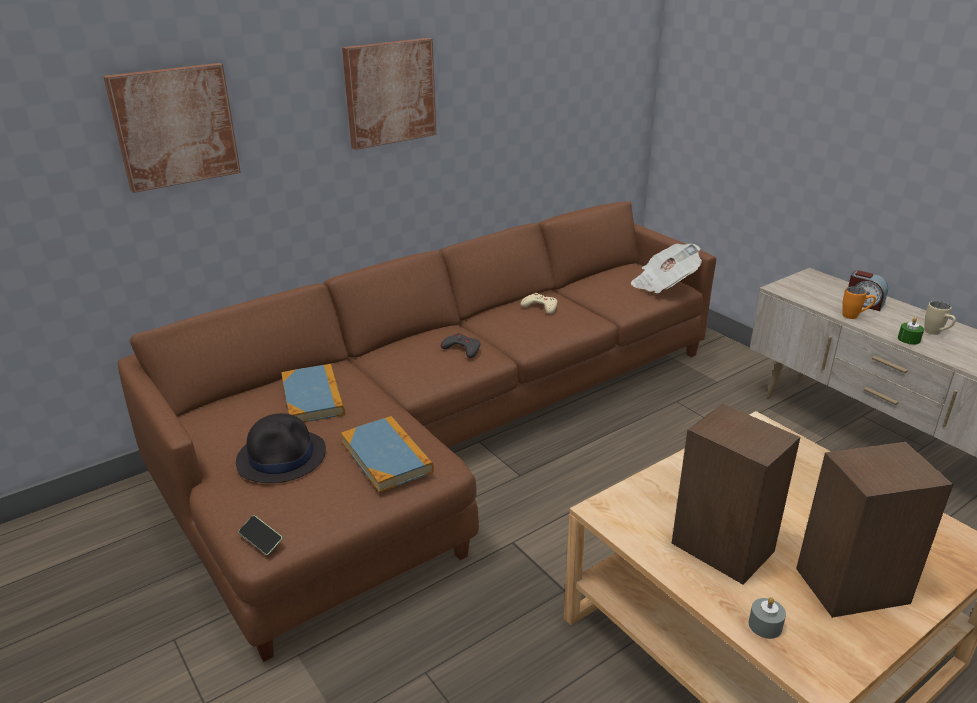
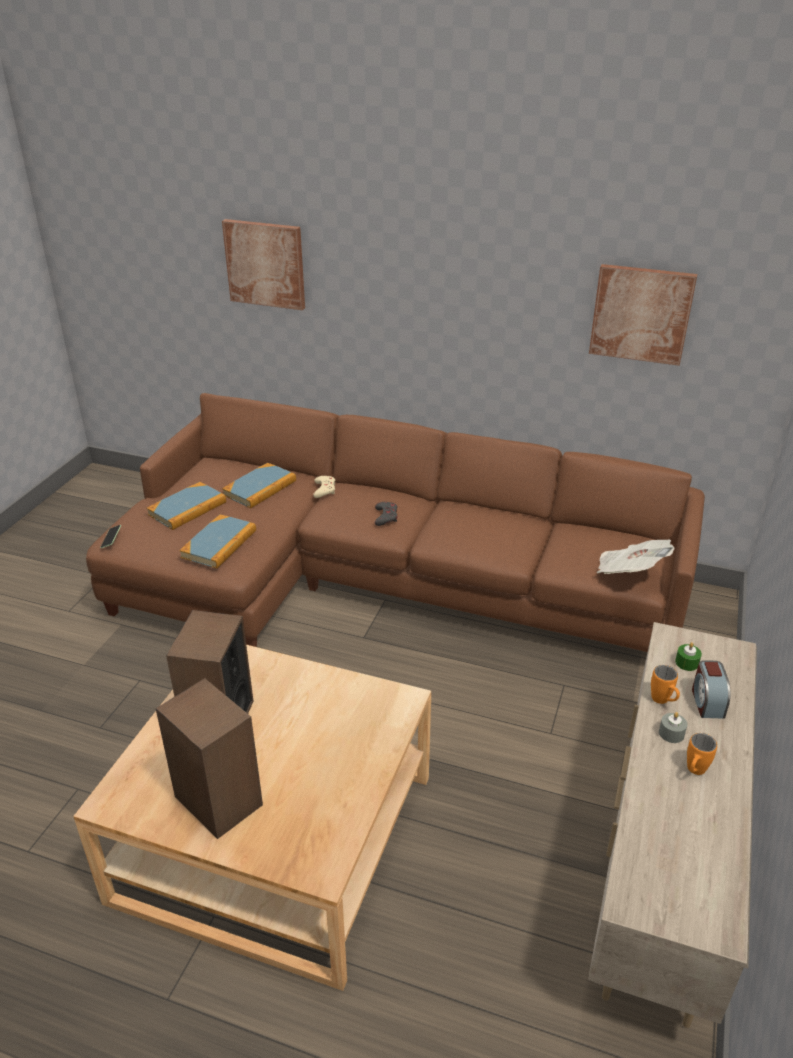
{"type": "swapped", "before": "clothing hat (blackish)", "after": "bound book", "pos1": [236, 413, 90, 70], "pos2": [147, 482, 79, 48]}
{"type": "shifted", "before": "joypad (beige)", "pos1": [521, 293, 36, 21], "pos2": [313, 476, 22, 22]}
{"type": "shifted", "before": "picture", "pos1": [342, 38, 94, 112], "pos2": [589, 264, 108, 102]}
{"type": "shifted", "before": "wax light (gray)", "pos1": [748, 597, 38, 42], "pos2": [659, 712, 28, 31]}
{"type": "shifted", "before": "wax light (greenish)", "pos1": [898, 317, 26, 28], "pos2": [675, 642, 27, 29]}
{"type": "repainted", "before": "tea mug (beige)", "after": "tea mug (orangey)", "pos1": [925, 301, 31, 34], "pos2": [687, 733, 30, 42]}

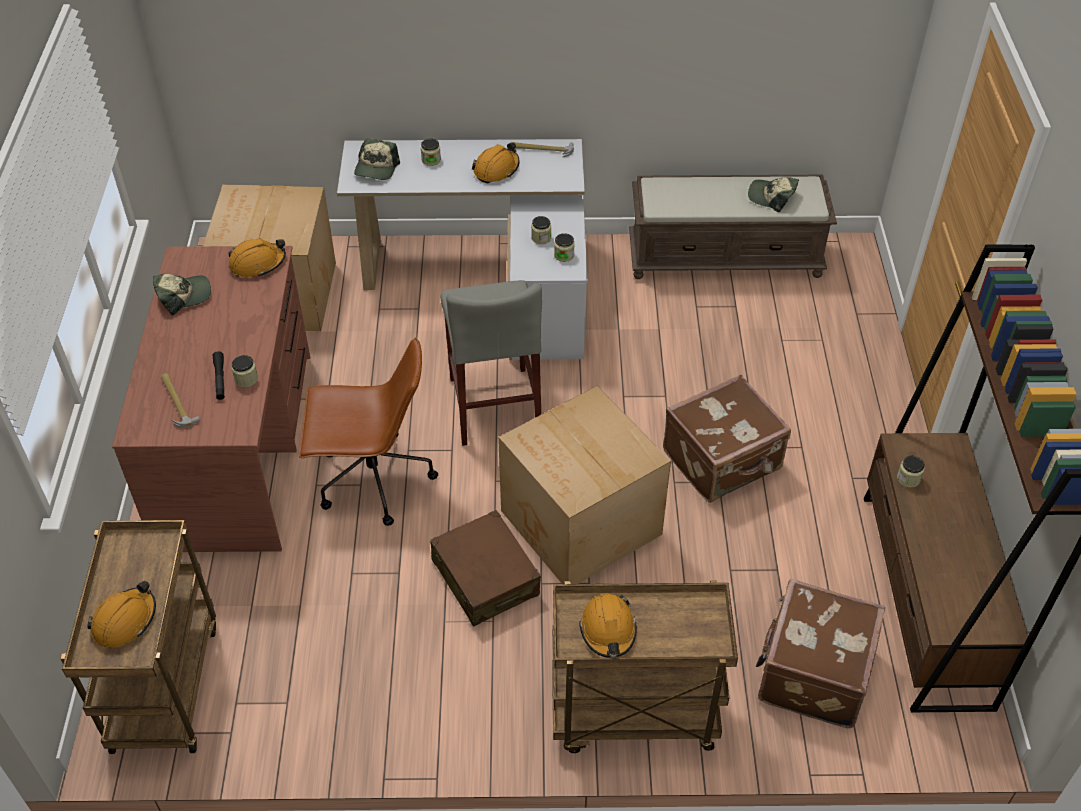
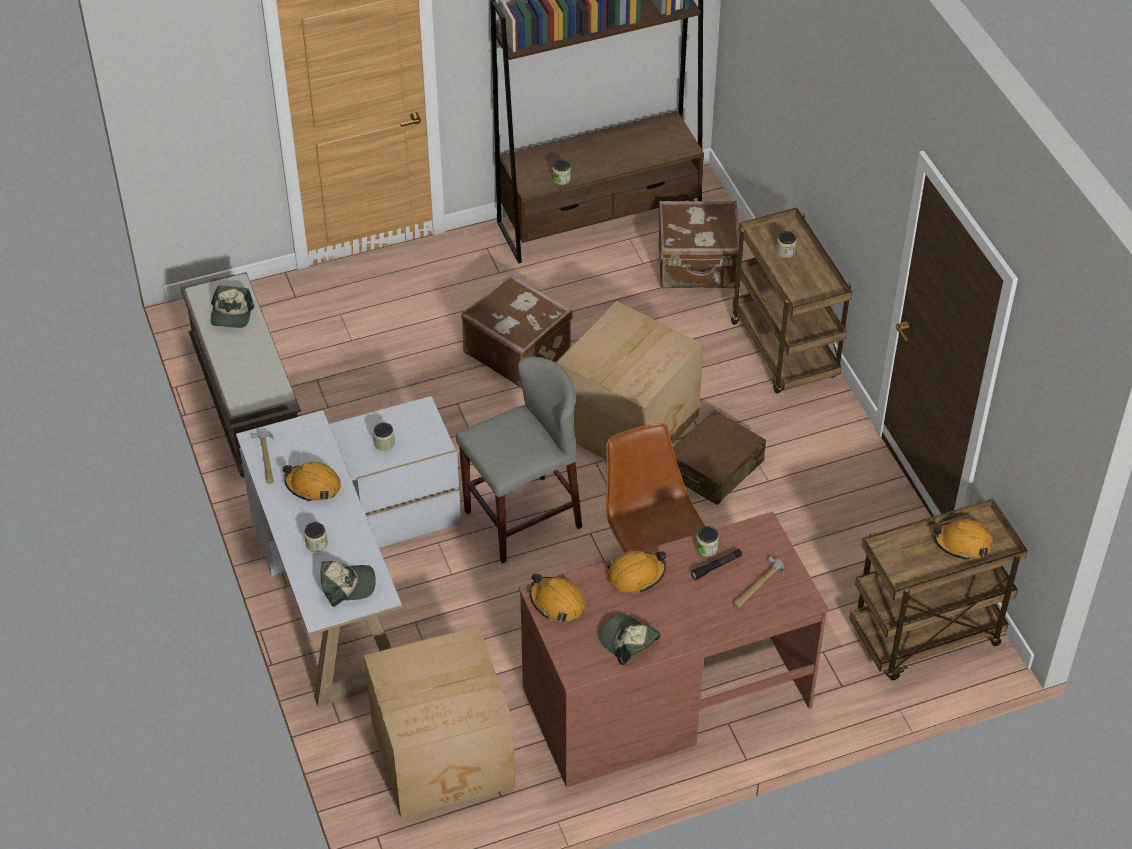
{"type": "shifted", "before": "safety helmet (orangey)", "pos1": [579, 593, 58, 64], "pos2": [607, 551, 60, 42]}
{"type": "shifted", "before": "jar", "pos1": [554, 233, 21, 29], "pos2": [776, 231, 21, 27]}

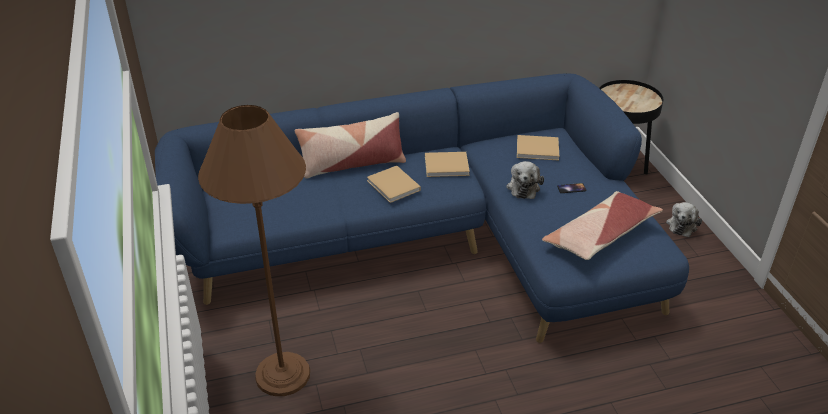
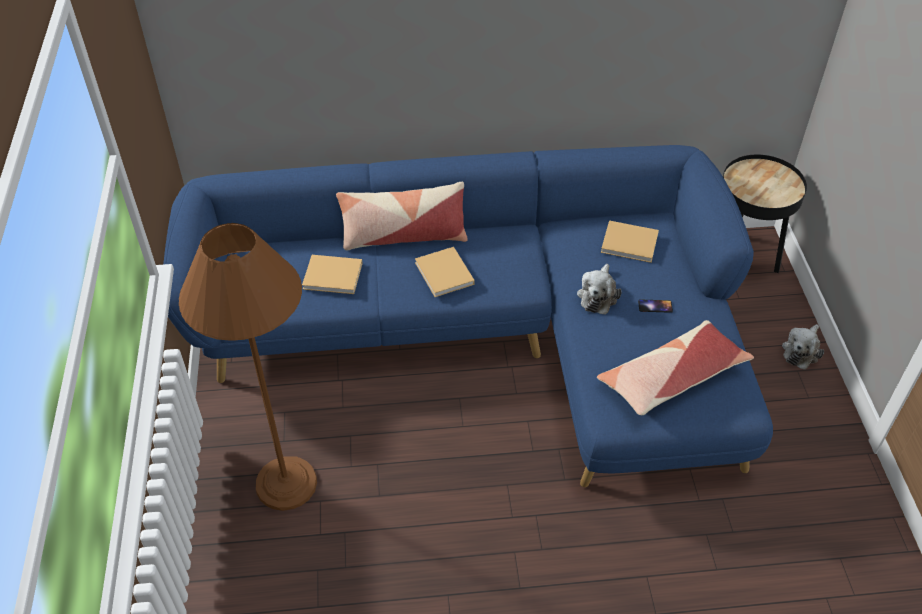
{"type": "shifted", "before": "bound book (beige)", "pos1": [425, 152, 45, 25], "pos2": [302, 255, 61, 39]}

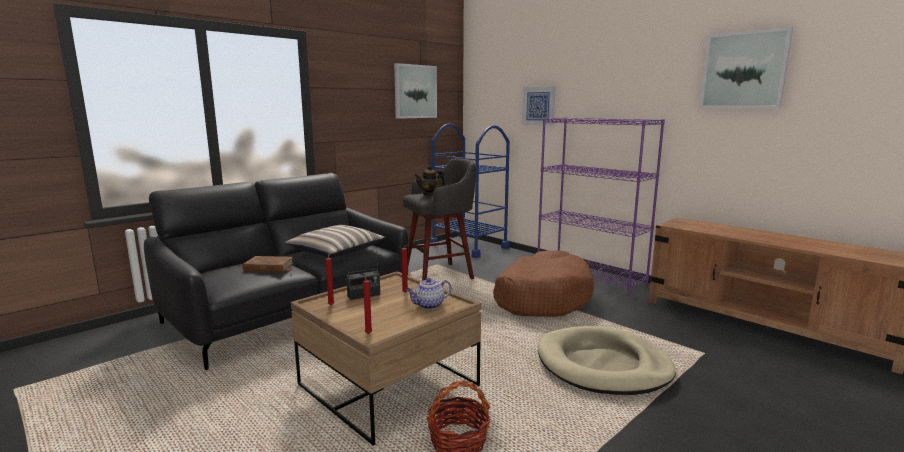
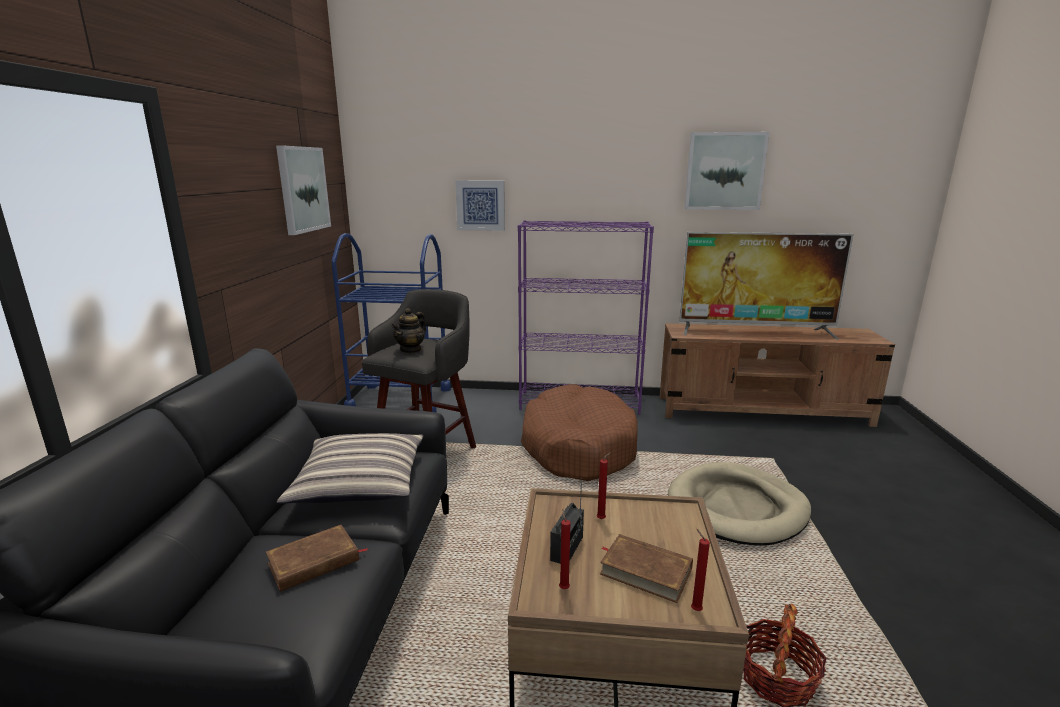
{"type": "new", "after": "bound book (brown-coloured)", "pos2": [600, 534, 93, 69]}
{"type": "new", "after": "TV set", "pos2": [679, 232, 174, 108]}
{"type": "gone", "before": "teapot", "pos1": [406, 278, 46, 31]}

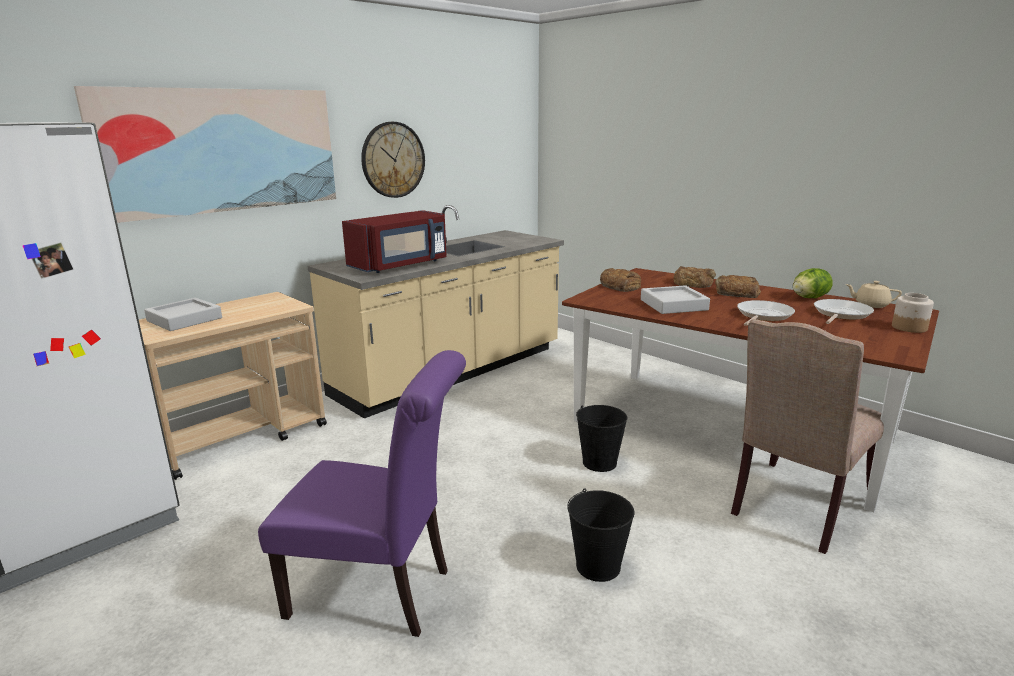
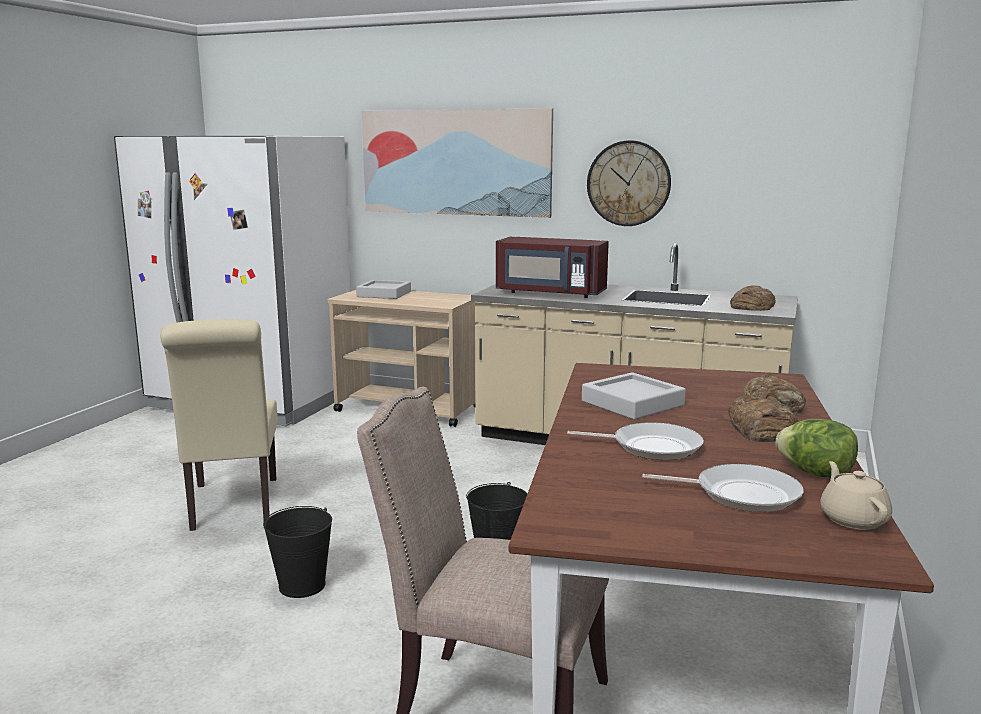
{"type": "repainted", "before": "plain chair (purplish)", "after": "plain chair (beige)", "pos1": [258, 350, 208, 287], "pos2": [160, 319, 118, 212]}
{"type": "shifted", "before": "bread", "pos1": [600, 268, 41, 24], "pos2": [730, 286, 46, 25]}
{"type": "gone", "before": "jar", "pos1": [892, 293, 42, 40]}

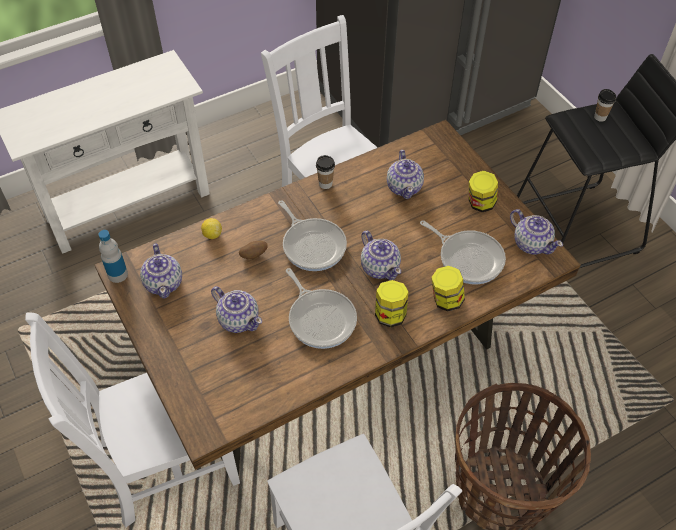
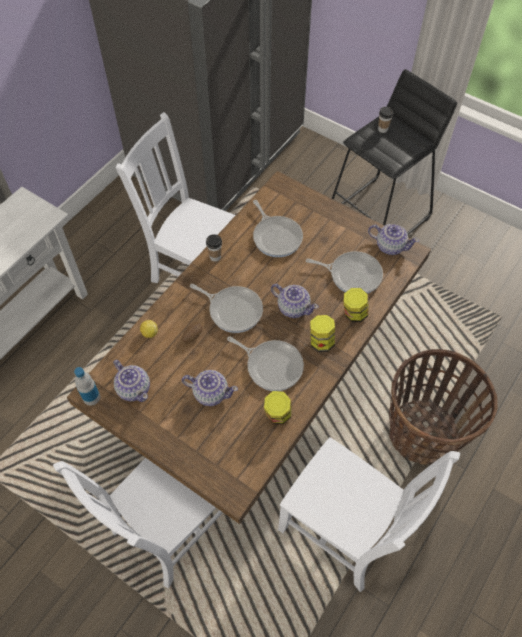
{"type": "swapped", "before": "teapot", "after": "pan", "pos1": [387, 150, 37, 49], "pos2": [253, 200, 50, 57]}
{"type": "shifted", "before": "jar", "pos1": [469, 171, 29, 41], "pos2": [264, 391, 28, 33]}

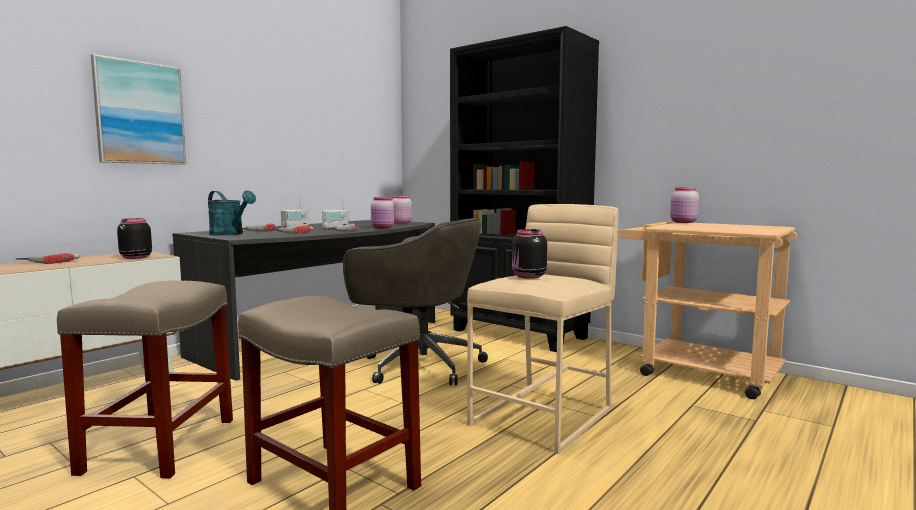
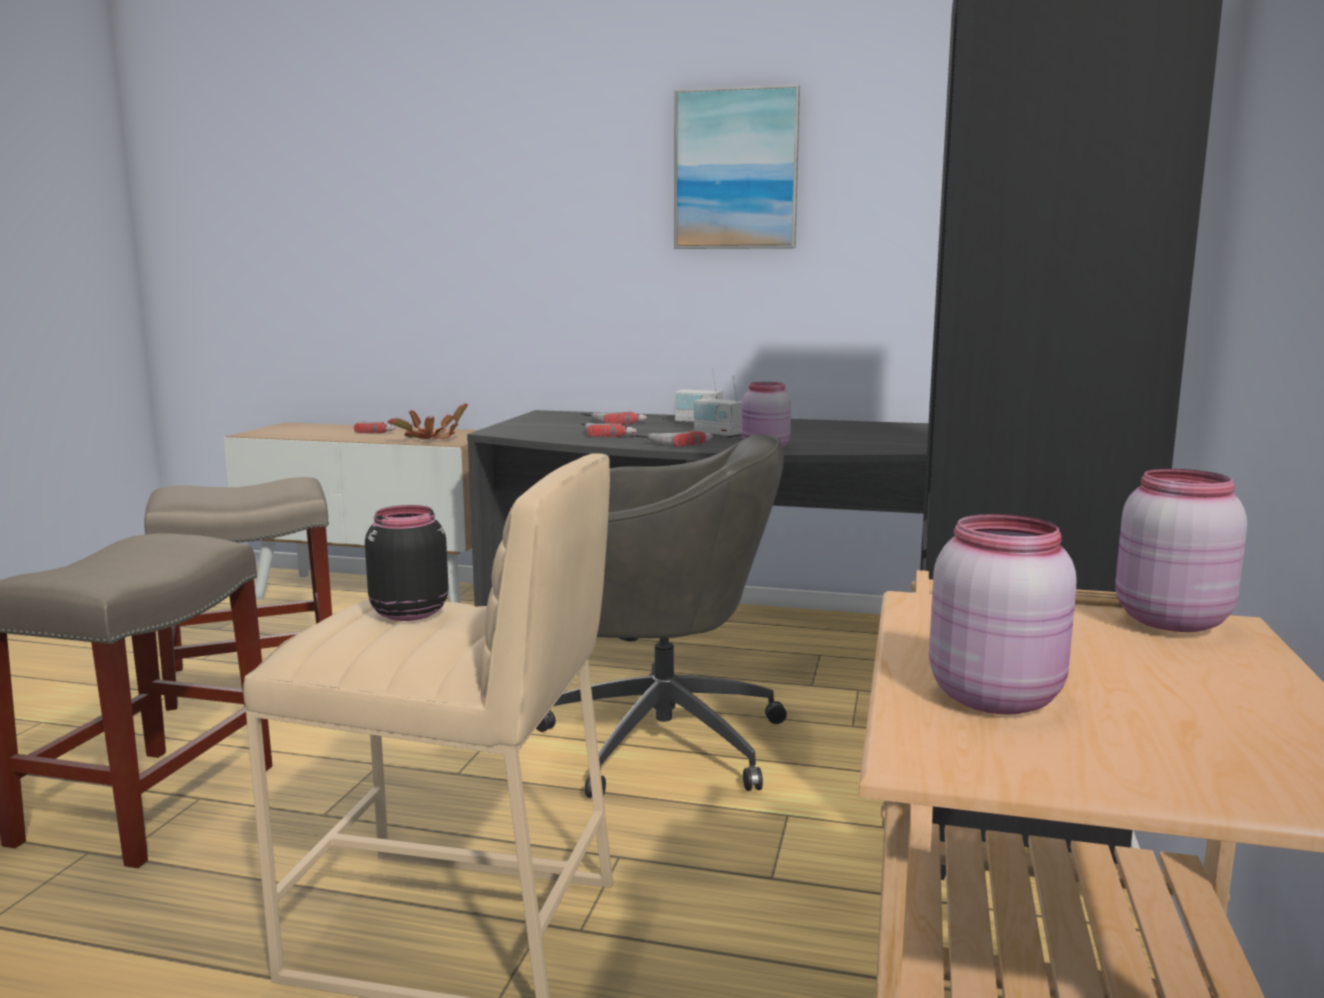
{"type": "swapped", "before": "jar (blackish)", "after": "houseplant", "pos1": [117, 218, 35, 41], "pos2": [388, 404, 80, 35]}
{"type": "rotated", "before": "office chair (gray)", "pos1": [343, 218, 145, 168], "pos2": [536, 434, 251, 364], "turn": -75}
{"type": "shifted", "before": "picture", "pos1": [91, 54, 95, 111], "pos2": [674, 85, 126, 164]}
{"type": "shifted", "before": "jar (pinkish)", "pos1": [392, 195, 20, 29], "pos2": [929, 514, 148, 201]}
{"type": "gone", "before": "watering can (blue-green)", "pos1": [208, 191, 48, 45]}

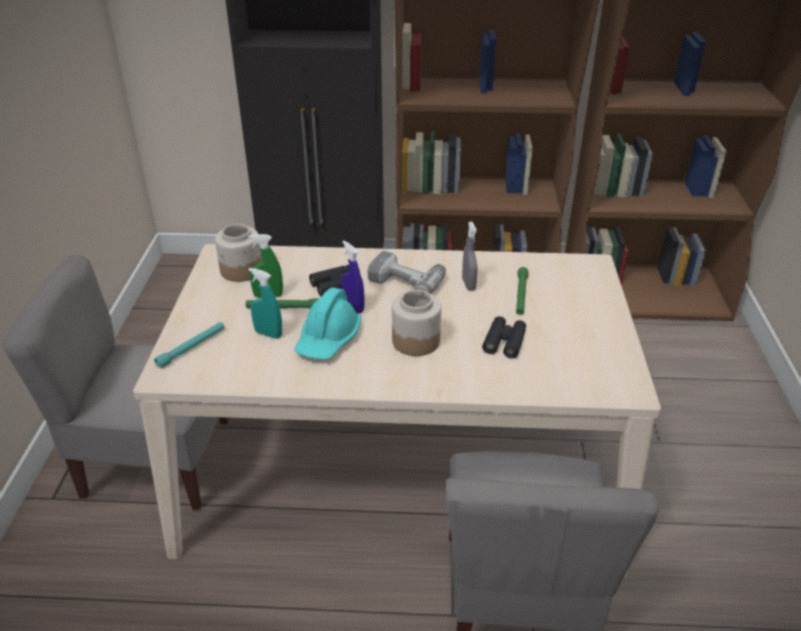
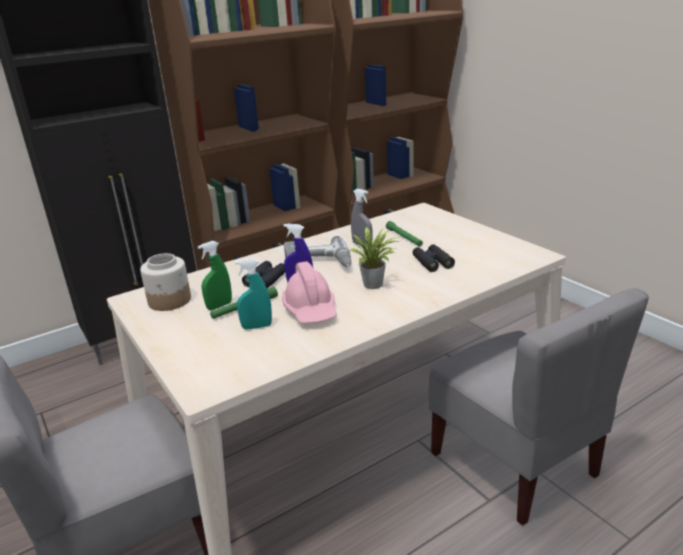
{"type": "repainted", "before": "safety helmet (blue-green)", "after": "safety helmet (pinkish)", "pos1": [294, 287, 67, 73], "pos2": [282, 261, 55, 62]}
{"type": "swapped", "before": "jar", "after": "houseplant", "pos1": [392, 290, 49, 66], "pos2": [350, 227, 49, 62]}
{"type": "gone", "before": "flashlight (blue-green)", "pos1": [154, 322, 70, 47]}

